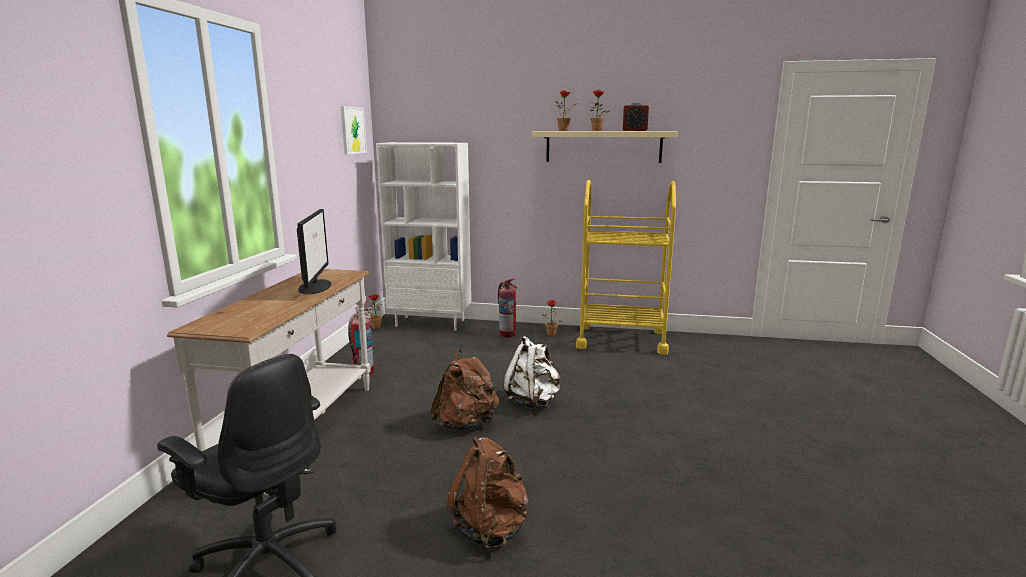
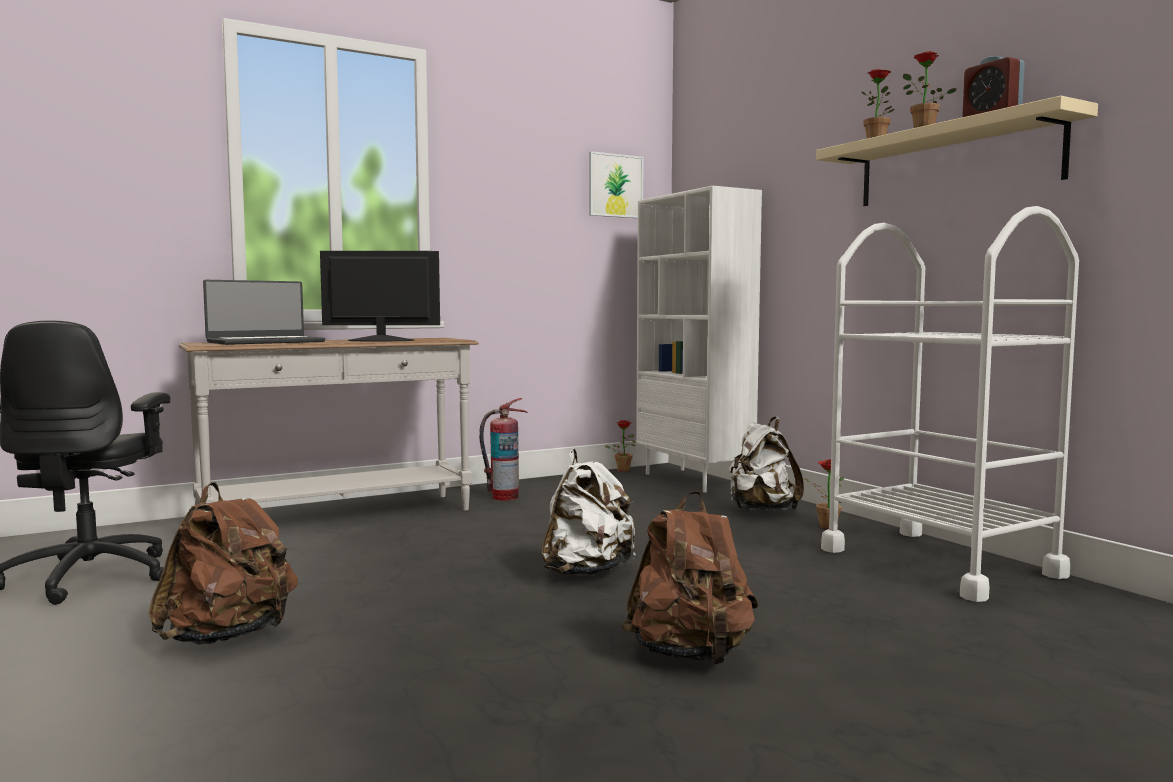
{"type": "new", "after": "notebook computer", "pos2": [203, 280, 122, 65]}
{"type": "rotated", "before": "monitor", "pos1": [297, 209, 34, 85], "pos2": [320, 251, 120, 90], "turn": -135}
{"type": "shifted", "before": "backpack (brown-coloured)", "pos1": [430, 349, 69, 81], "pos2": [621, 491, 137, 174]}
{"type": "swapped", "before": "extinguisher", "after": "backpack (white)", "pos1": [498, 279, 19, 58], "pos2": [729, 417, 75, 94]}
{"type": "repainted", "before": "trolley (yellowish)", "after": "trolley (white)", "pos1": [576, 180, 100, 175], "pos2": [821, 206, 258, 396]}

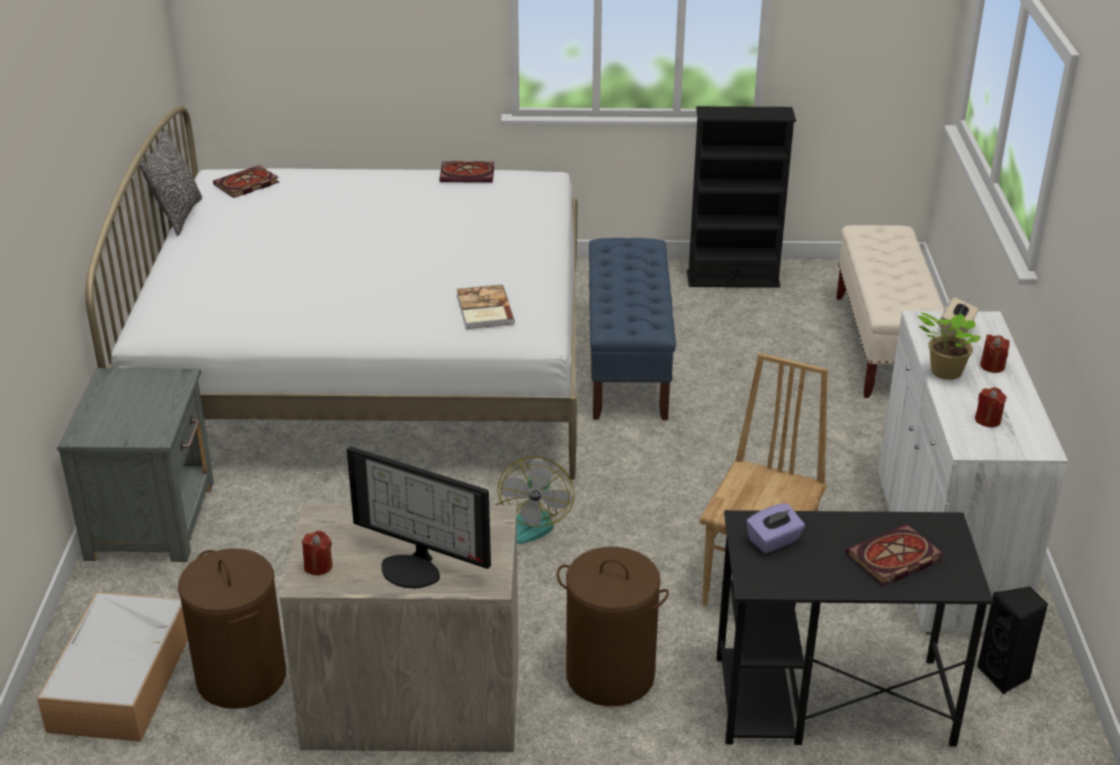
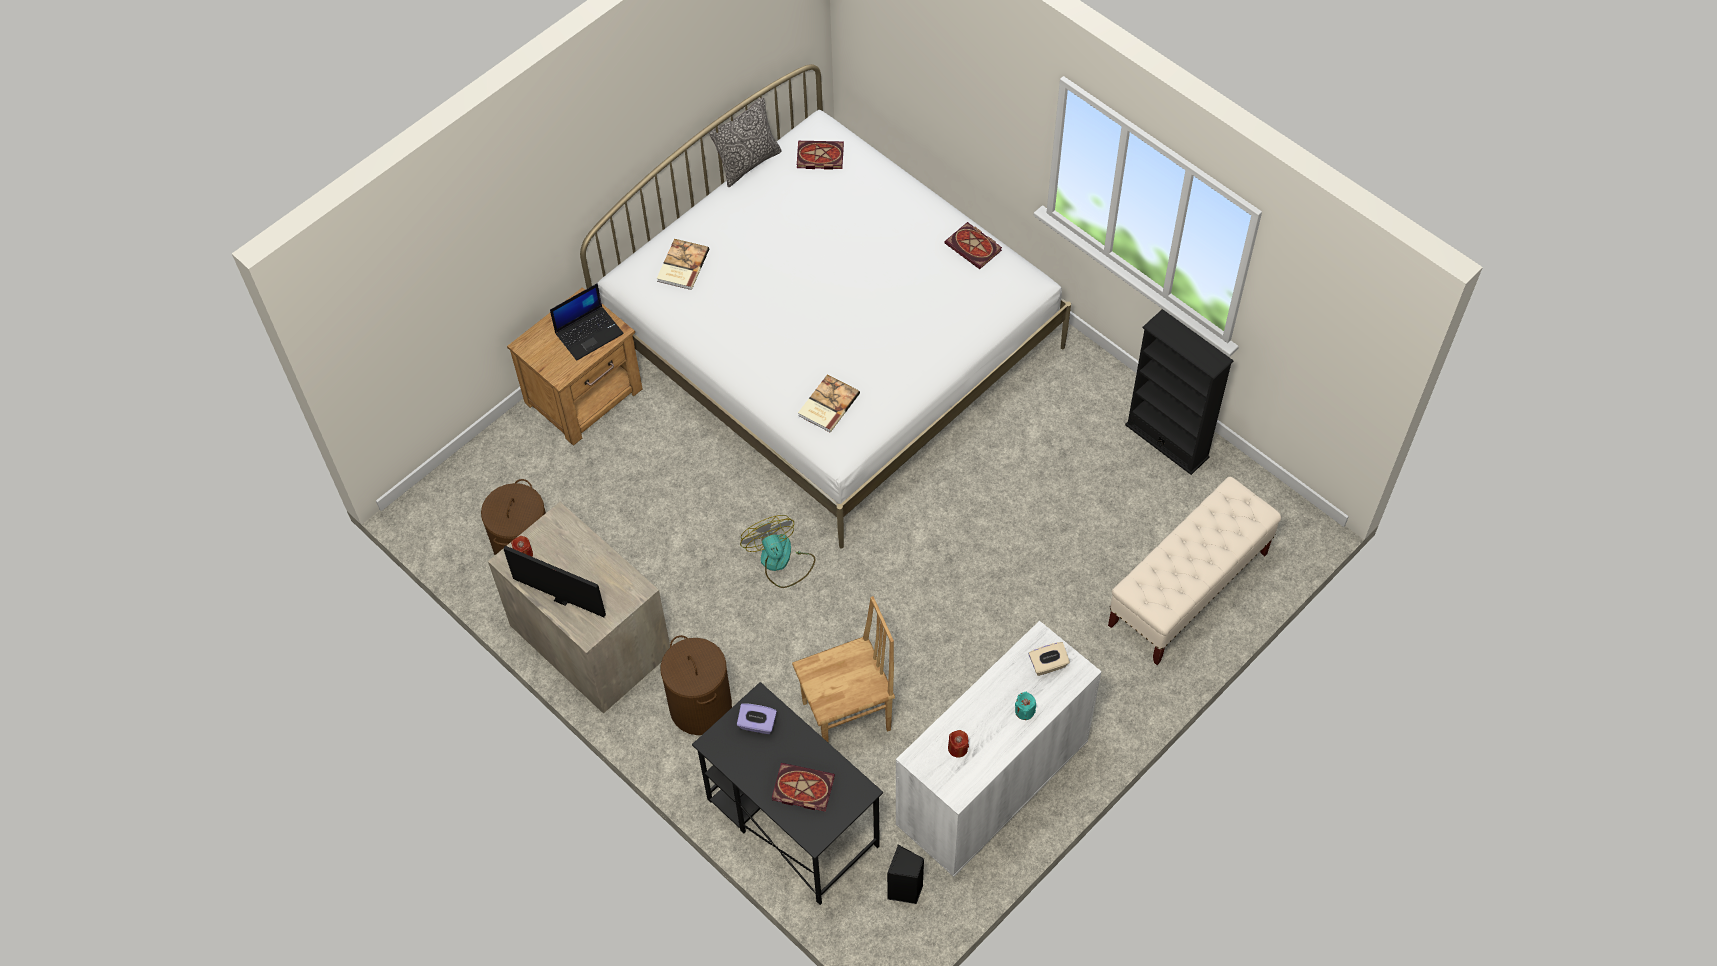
{"type": "rotated", "before": "monitor", "pos1": [347, 446, 144, 142], "pos2": [503, 546, 103, 71], "turn": 135}
{"type": "repainted", "before": "nightstand (gray)", "after": "nightstand (brown-coloured)", "pos1": [57, 368, 157, 194], "pos2": [507, 287, 135, 159]}
{"type": "new", "after": "notebook computer", "pos2": [550, 283, 74, 78]}
{"type": "new", "after": "bound book", "pos2": [657, 239, 52, 51]}
{"type": "rotated", "before": "fan", "pos1": [495, 457, 80, 87], "pos2": [740, 515, 75, 73], "turn": 105}
{"type": "repainted", "before": "wax light (reddish)", "after": "wax light (blue-green)", "pos1": [980, 334, 30, 39], "pos2": [1015, 692, 21, 28]}
{"type": "gone", "before": "storage bin", "pos1": [37, 592, 151, 150]}
{"type": "gone", "before": "long seat (blue)", "pos1": [589, 238, 87, 182]}
{"type": "gone", "before": "houseplant", "pos1": [918, 312, 63, 68]}

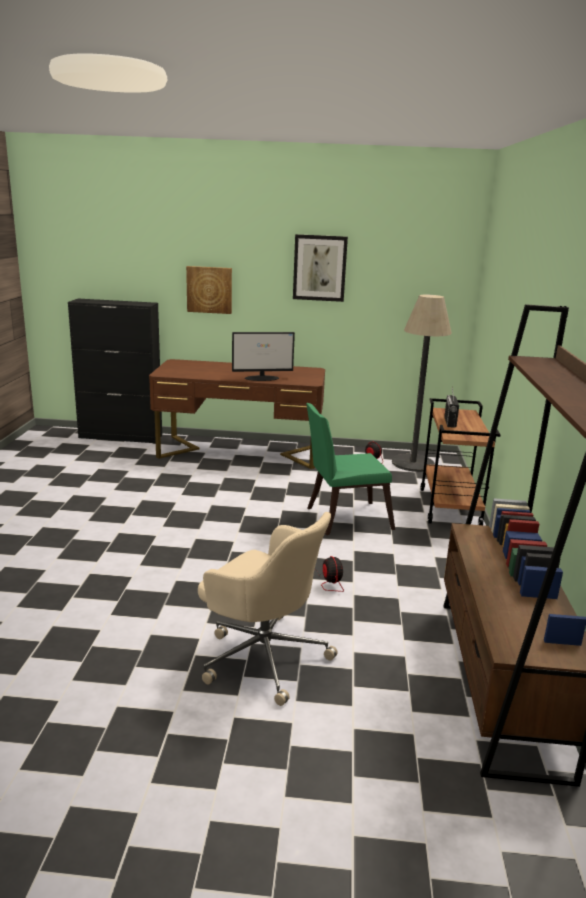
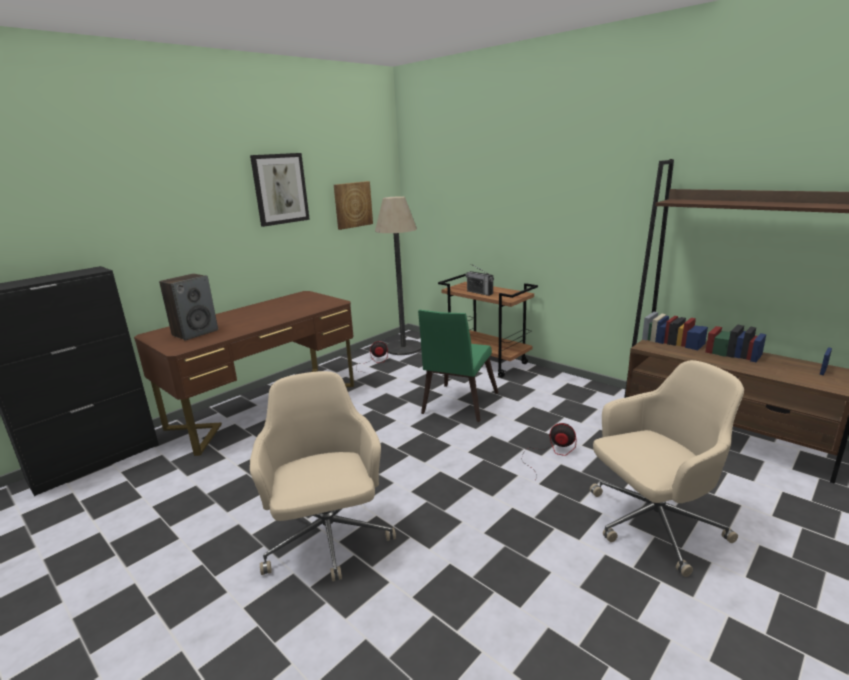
{"type": "new", "after": "speaker", "pos2": [159, 273, 59, 68]}
{"type": "new", "after": "office chair (beige)", "pos2": [250, 371, 146, 210]}
{"type": "shifted", "before": "picture", "pos1": [186, 266, 46, 48], "pos2": [334, 181, 39, 49]}
{"type": "gone", "before": "monitor", "pos1": [232, 332, 63, 49]}

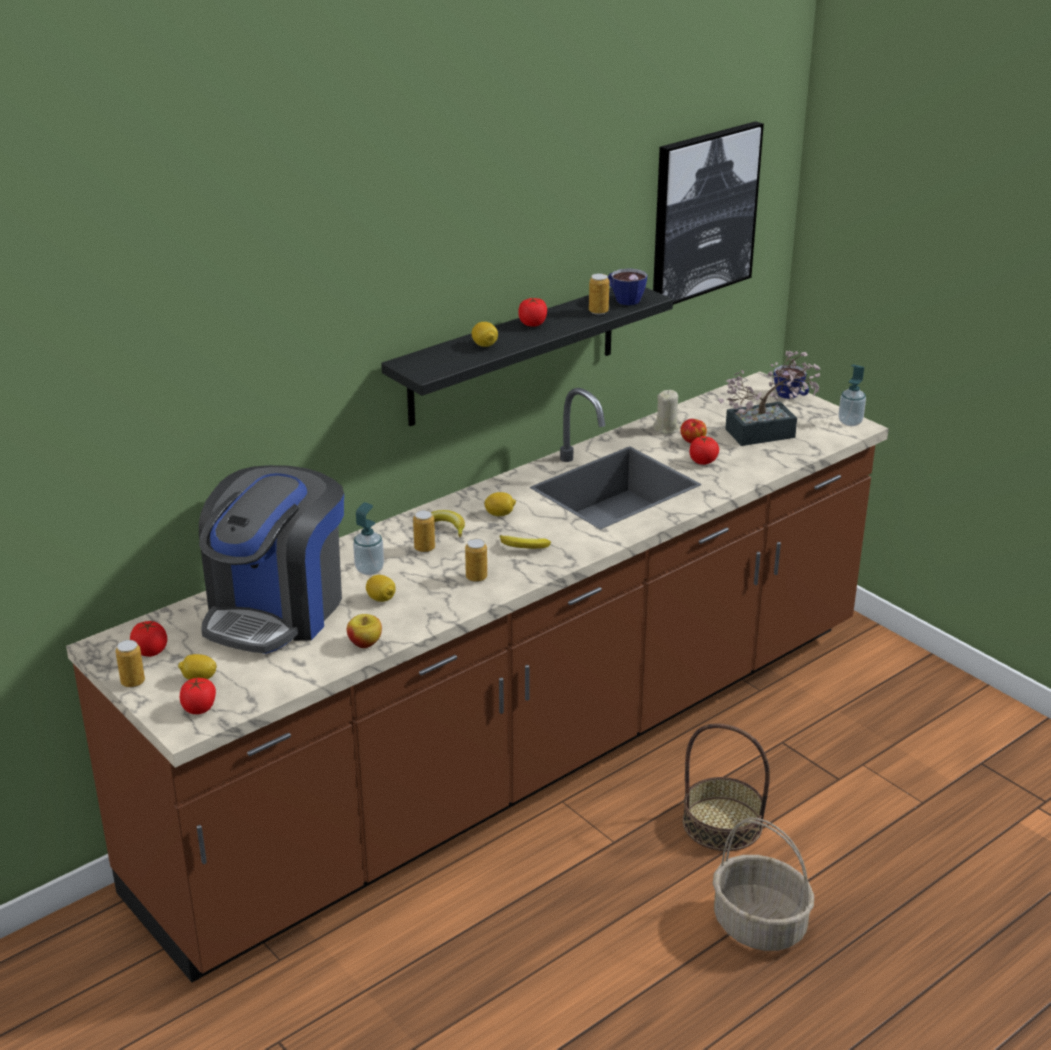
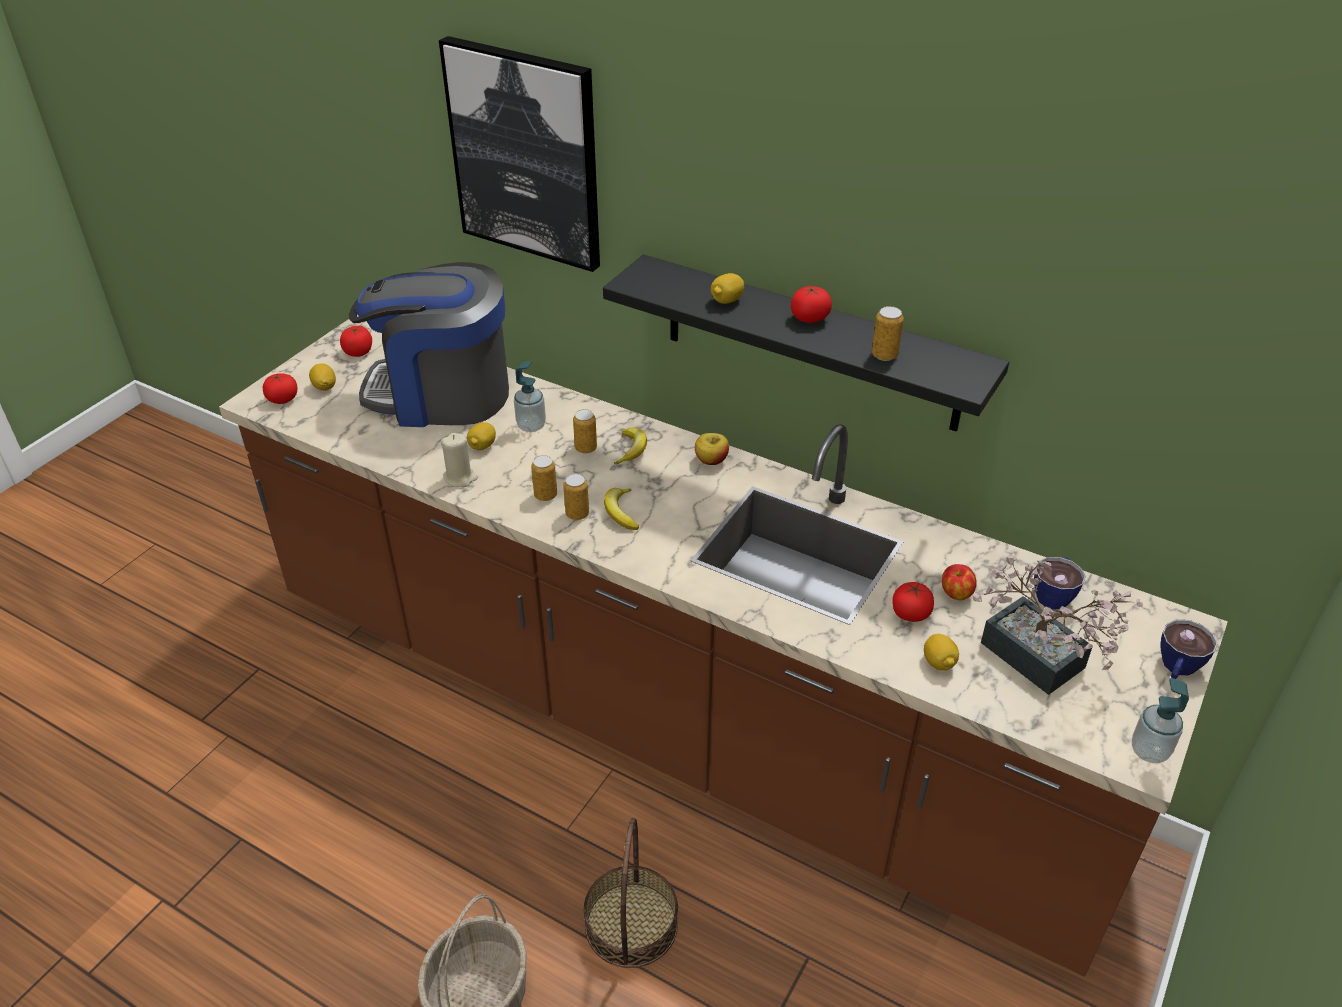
{"type": "shifted", "before": "picture", "pos1": [653, 121, 111, 184], "pos2": [439, 36, 161, 236]}
{"type": "shifted", "before": "wax light (beige)", "pos1": [653, 390, 26, 44], "pos2": [441, 433, 37, 54]}
{"type": "shifted", "before": "can", "pos1": [116, 640, 29, 48], "pos2": [563, 474, 26, 46]}
{"type": "shifted", "before": "apple", "pos1": [347, 614, 35, 34], "pos2": [695, 433, 34, 32]}
{"type": "shifted", "before": "lemon", "pos1": [484, 492, 32, 24], "pos2": [924, 634, 35, 37]}
{"type": "shifted", "before": "small cup", "pos1": [608, 268, 39, 37], "pos2": [1034, 557, 52, 52]}

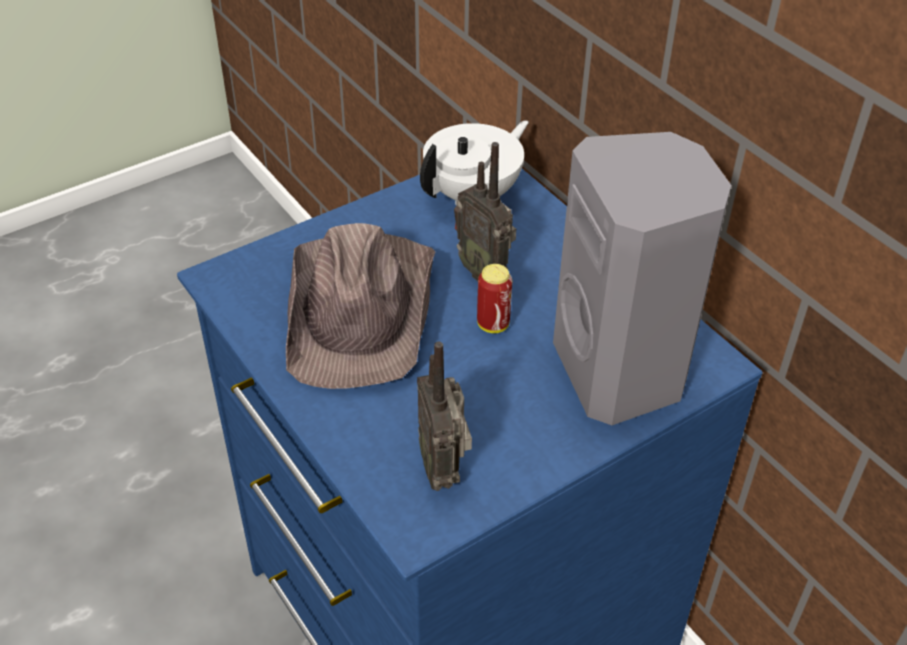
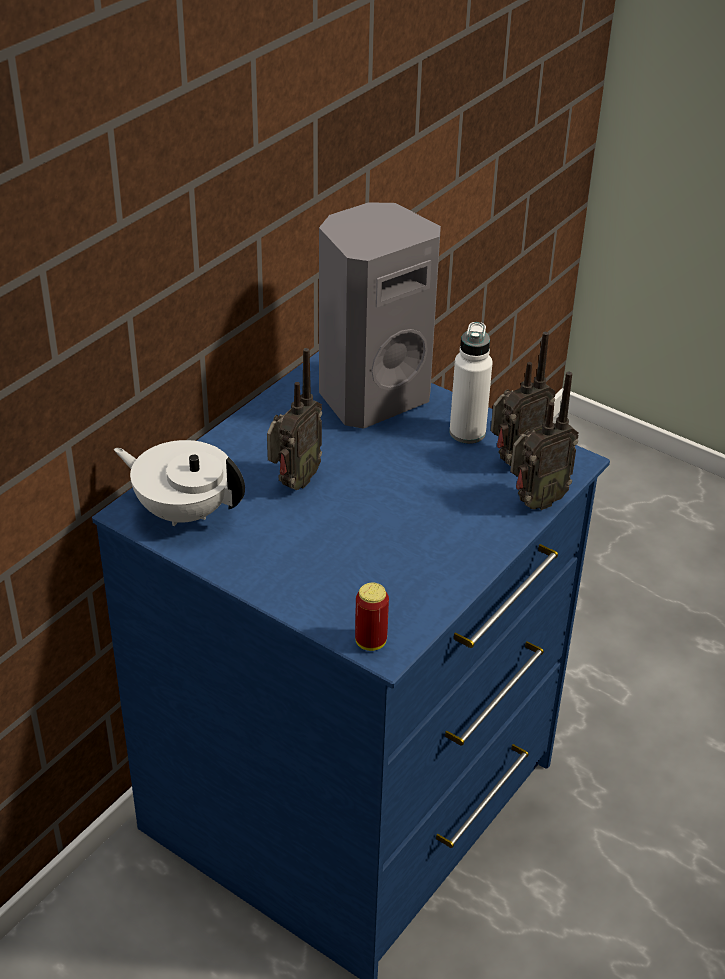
{"type": "shifted", "before": "can", "pos1": [477, 264, 35, 69], "pos2": [355, 583, 34, 68]}
{"type": "new", "after": "beverage bottle (white)", "pos2": [449, 322, 44, 122]}
{"type": "new", "after": "radio receiver", "pos2": [510, 372, 68, 138]}
{"type": "gone", "before": "clothing hat (brown-coloured)", "pos1": [286, 223, 150, 166]}

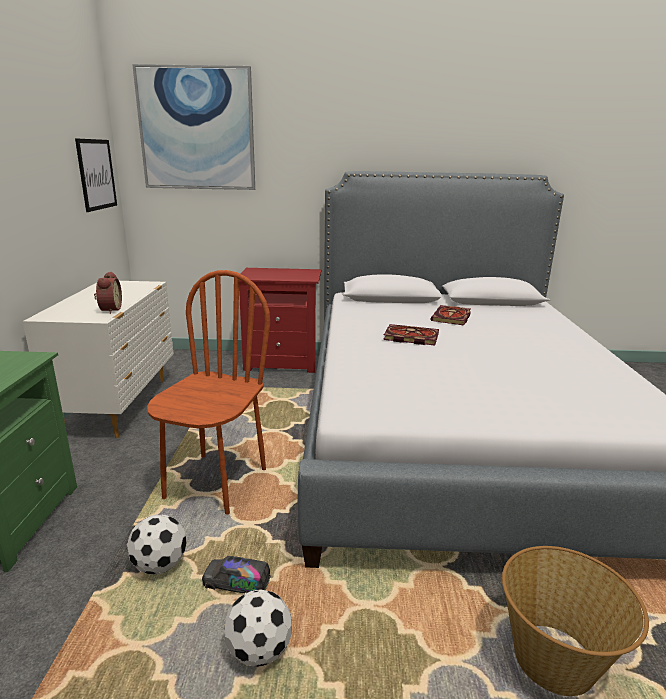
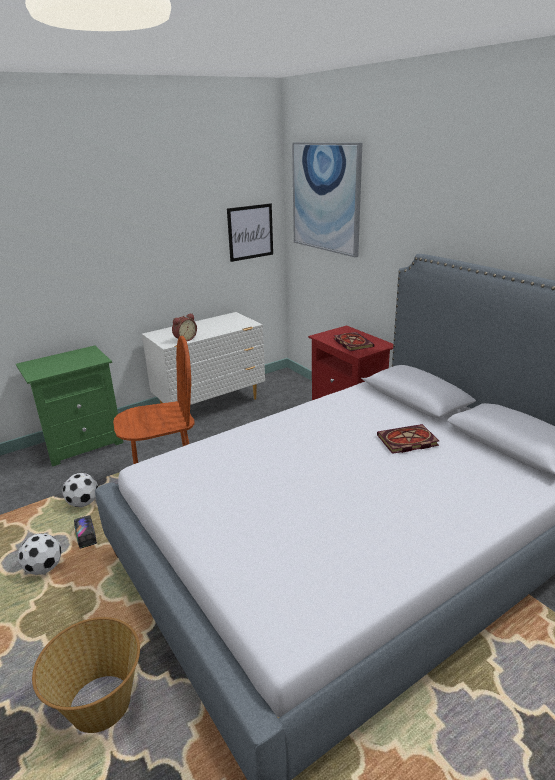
{"type": "shifted", "before": "bound book", "pos1": [383, 324, 56, 22], "pos2": [333, 332, 42, 19]}

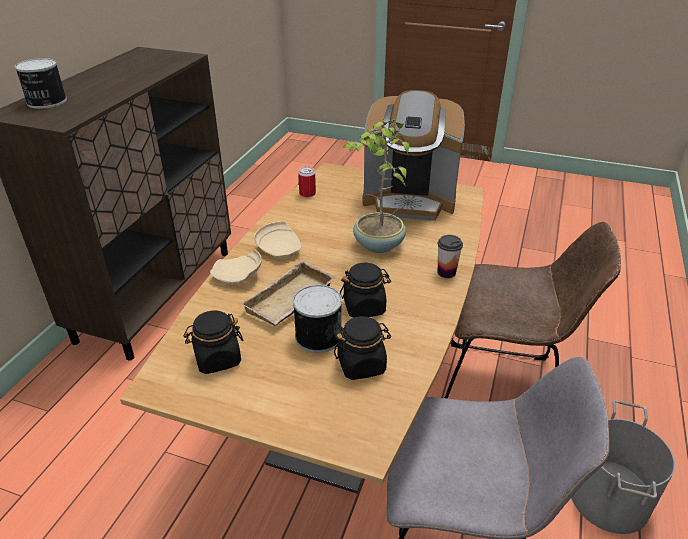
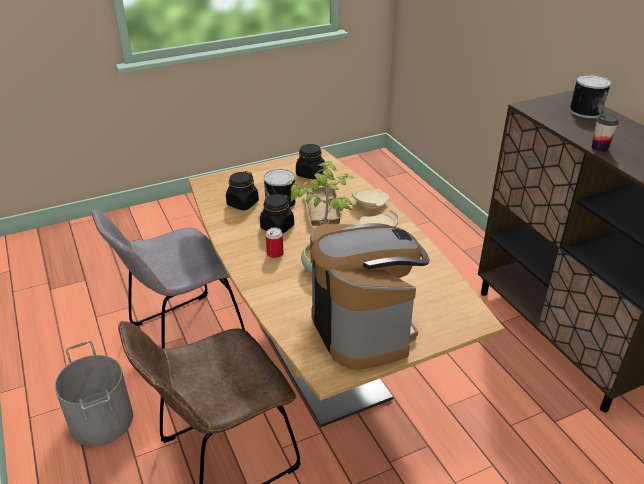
{"type": "shifted", "before": "can", "pos1": [298, 167, 18, 30], "pos2": [266, 228, 17, 30]}
{"type": "rotated", "before": "coffee maker", "pos1": [363, 90, 102, 131], "pos2": [310, 223, 119, 147], "turn": 105}
{"type": "shifted", "before": "small cup", "pos1": [438, 235, 25, 43], "pos2": [592, 114, 27, 38]}

